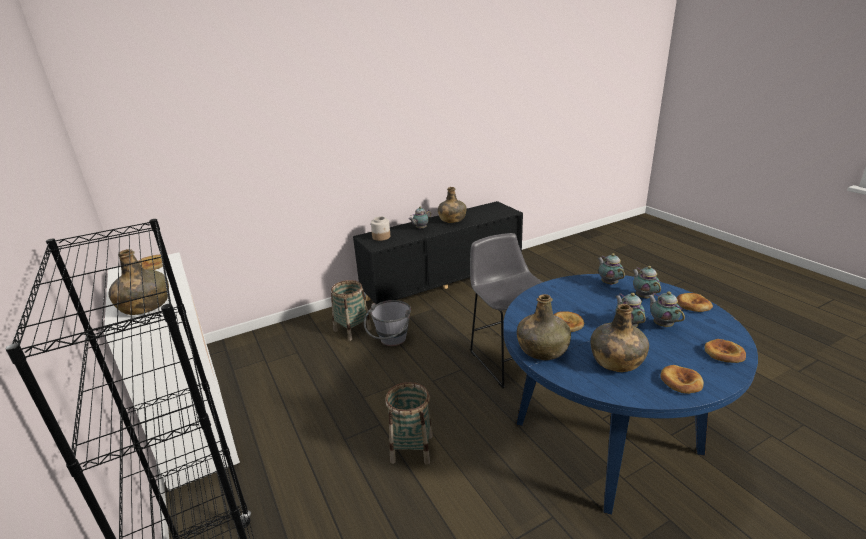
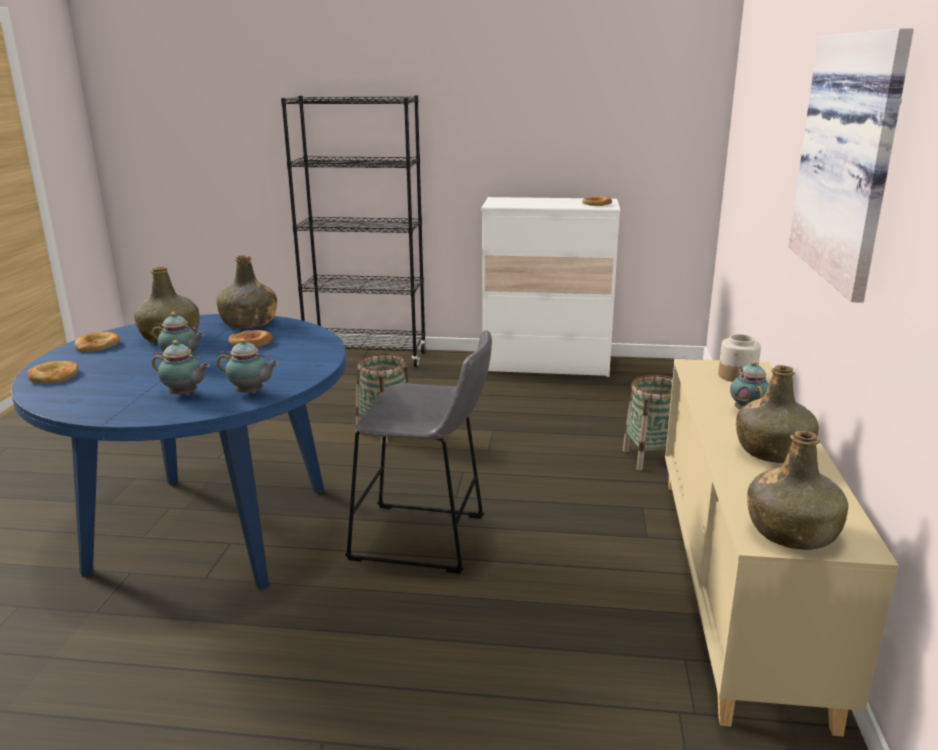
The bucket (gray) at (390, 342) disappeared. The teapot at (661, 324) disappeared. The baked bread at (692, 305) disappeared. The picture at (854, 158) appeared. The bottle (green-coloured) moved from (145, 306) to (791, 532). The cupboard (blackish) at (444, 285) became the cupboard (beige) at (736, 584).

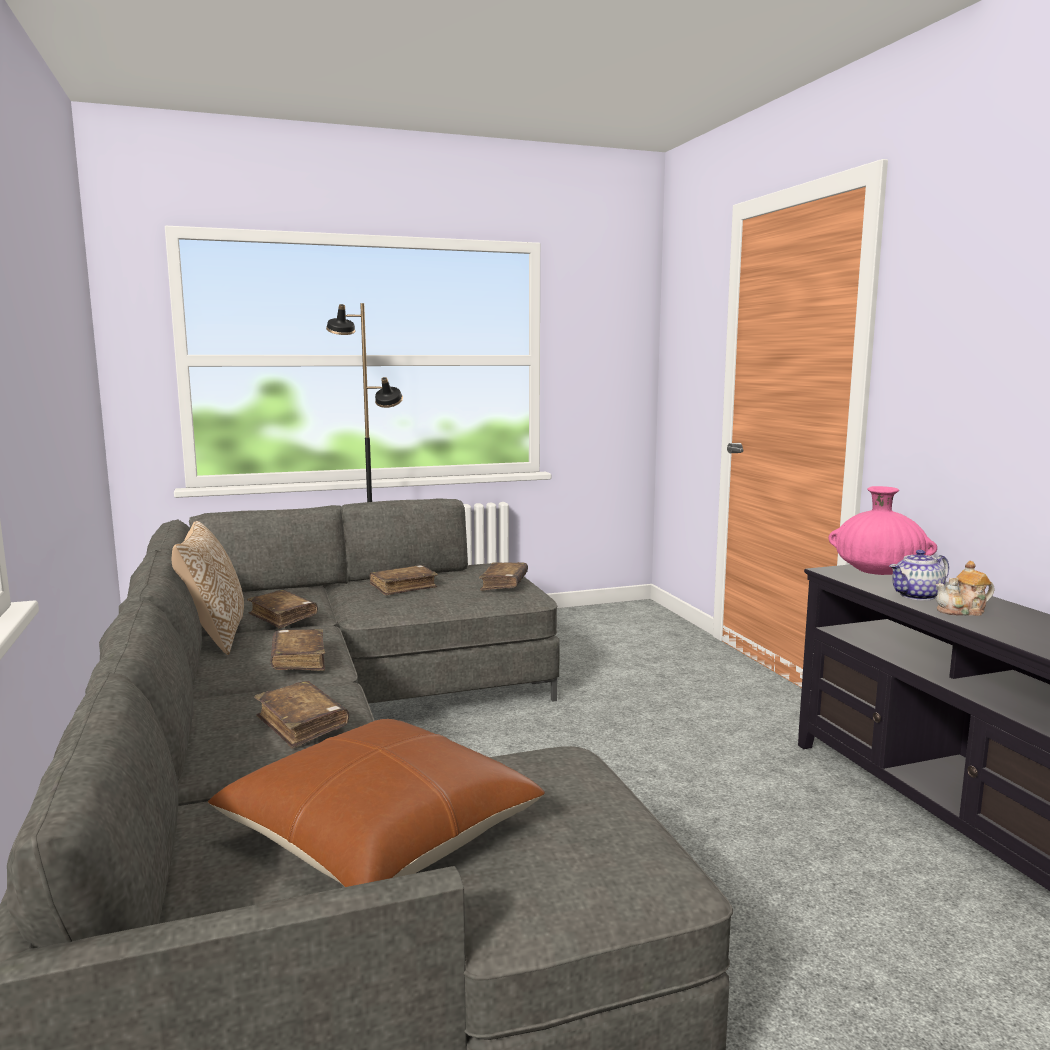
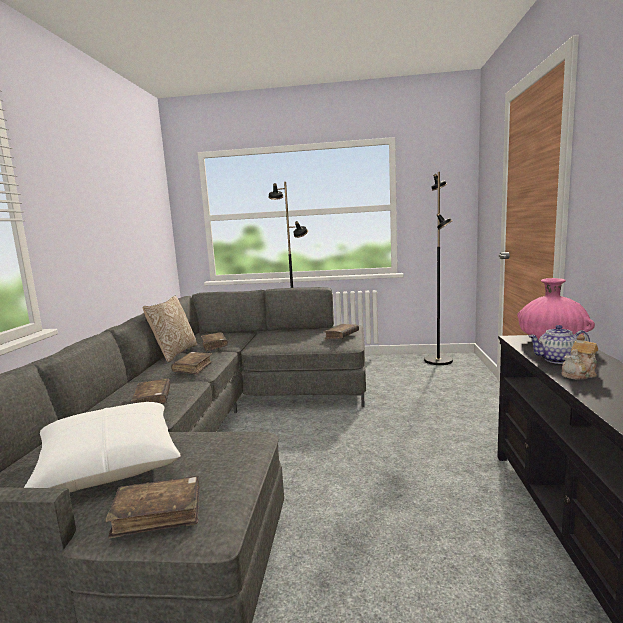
The standing lamp (blackish) at (439, 360) appeared. The volume (brown-coloured) moved from (403, 587) to (158, 514). The cushion (brown-coloured) at (380, 836) became the cushion (whitish) at (108, 464). The teapot at (963, 611) turned 45 degrees counterclockwise.

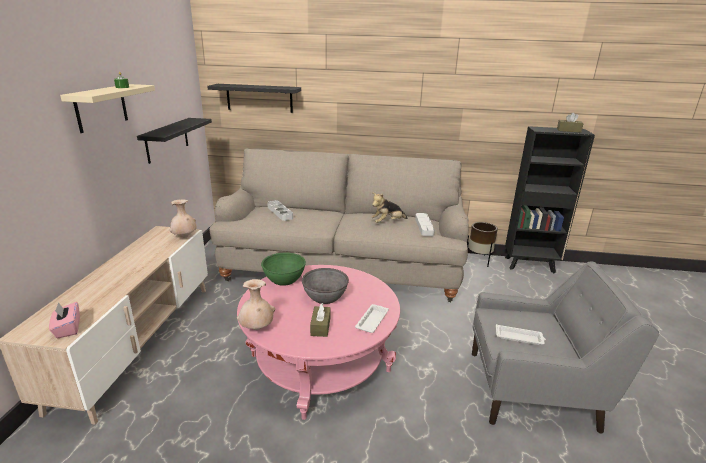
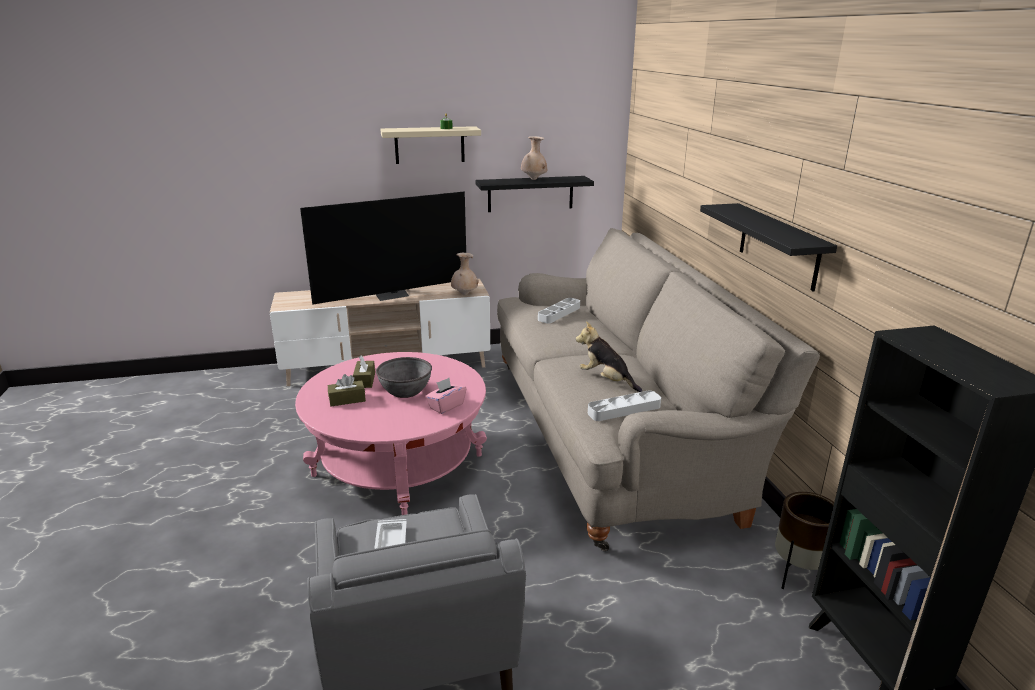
The serving bowl (green-coloured) at (284, 279) disappeared. The tray (whitish) at (372, 320) disappeared. The TV set at (391, 295) appeared. The tissue box (pinkish) moved from (68, 329) to (446, 406). The bracket shelf (blackish) moved from (259, 98) to (778, 246). The vase (beige) moved from (257, 328) to (534, 179). The tissue box (brown-coloured) moved from (568, 130) to (364, 380).

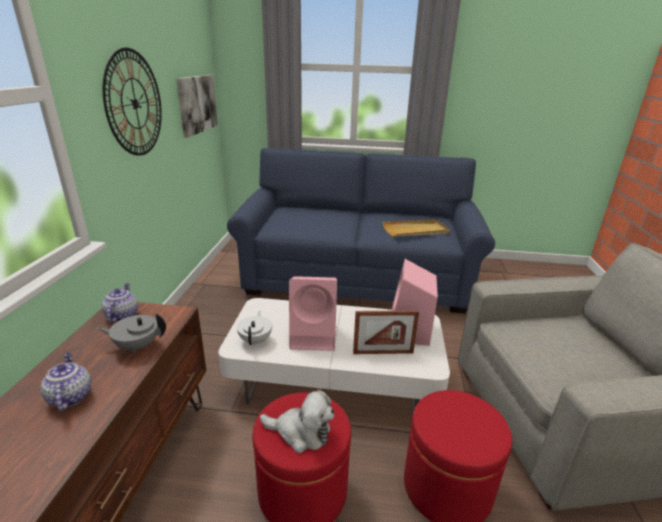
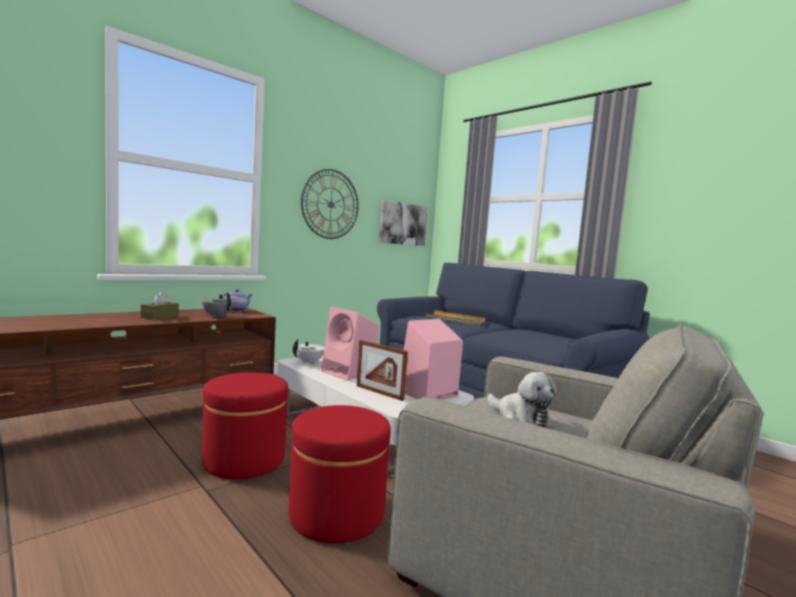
The soft toy moved from (301, 432) to (520, 418). The tray (beige) moved from (415, 231) to (455, 320). The teapot at (70, 396) was replaced by the tissue box (brown-coloured) at (160, 317).

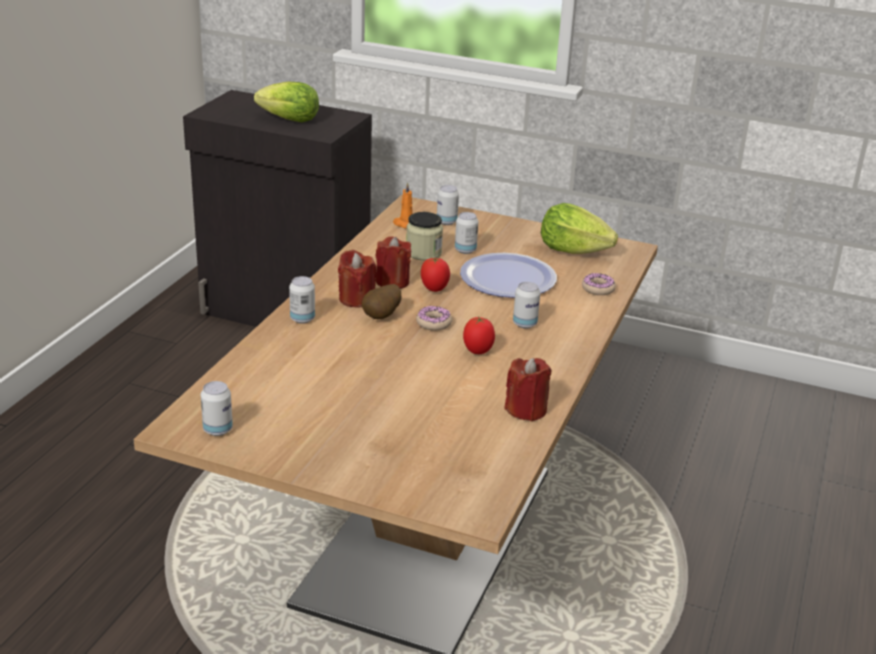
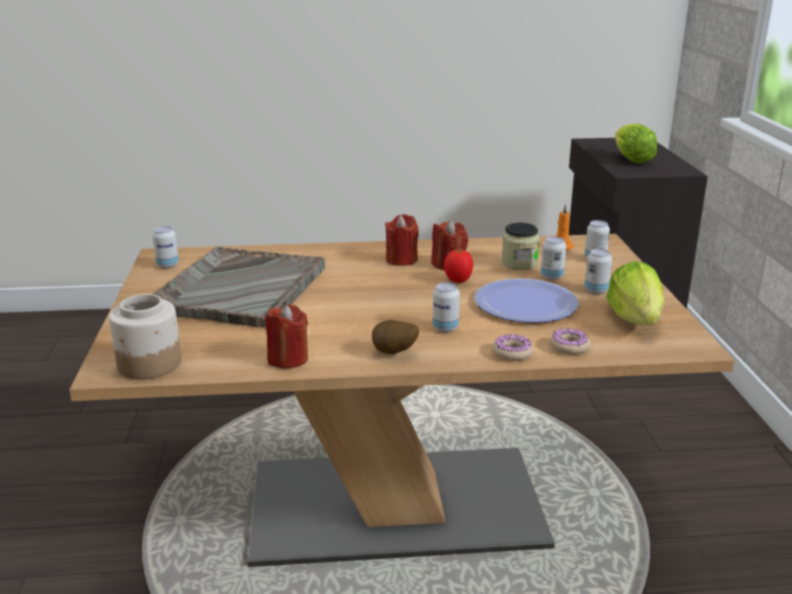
The fresh tomato at (478, 351) disappeared. The storage jar at (149, 364) appeared. The tray (gray) at (240, 289) appeared. The metal can moved from (302, 319) to (596, 290). The whole potato moved from (382, 316) to (394, 354). The ring doughnut moved from (433, 323) to (512, 353).

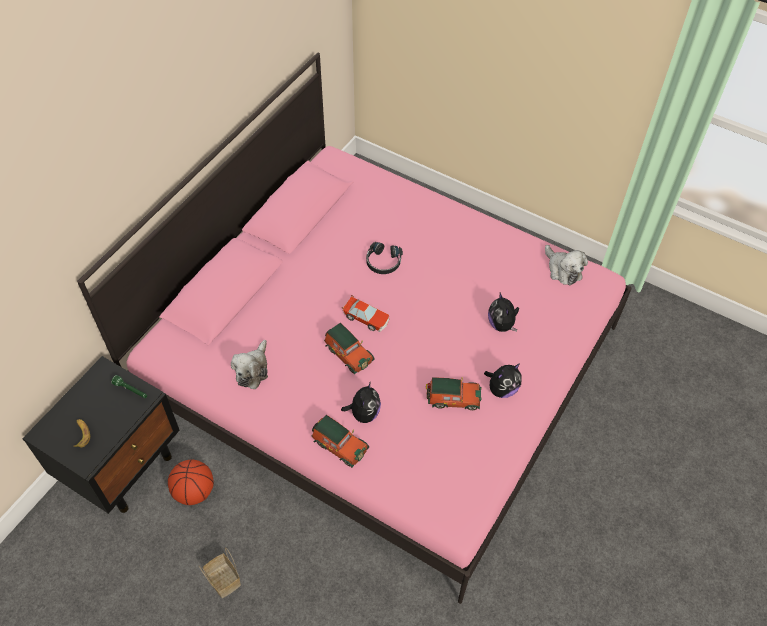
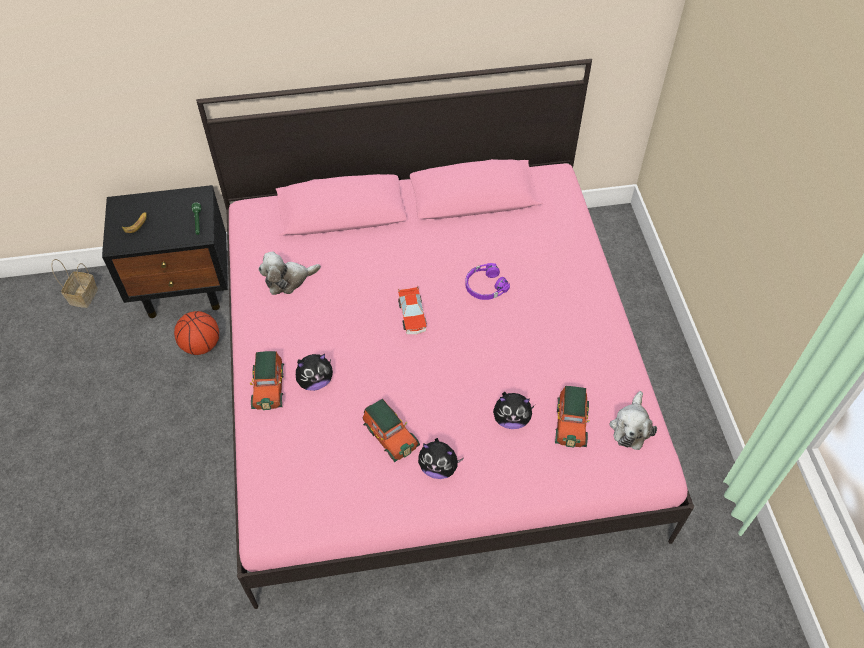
The storage basket moved from (223, 580) to (83, 295). The model car moved from (348, 353) to (571, 422). The headphones (blackish) at (383, 262) became the headphones (purple-coloured) at (484, 286). The soft toy at (502, 324) turned 120 degrees counterclockwise.

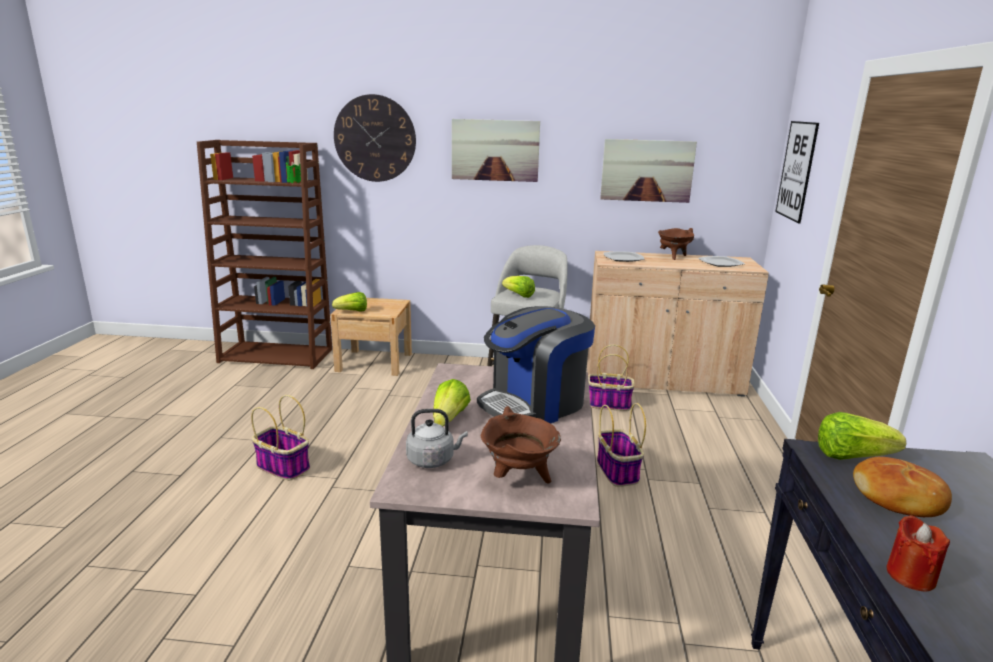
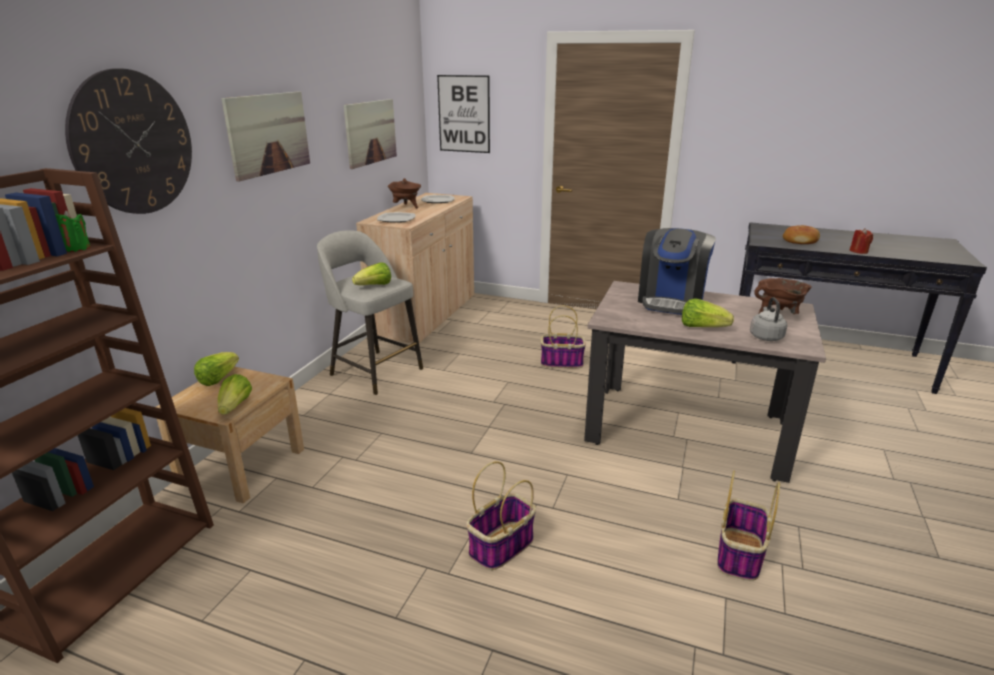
The storage basket moved from (607, 404) to (740, 555). The lettuce head moved from (851, 456) to (218, 379). The coffee maker at (534, 403) turned 45 degrees clockwise.

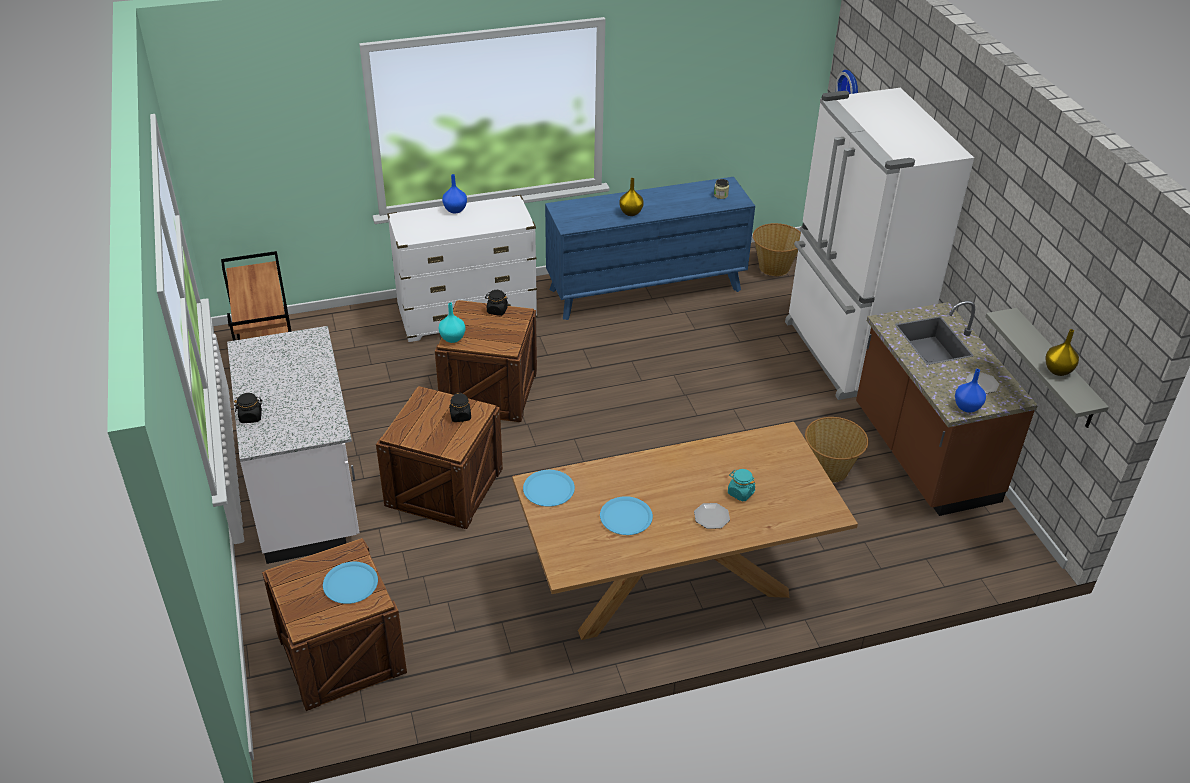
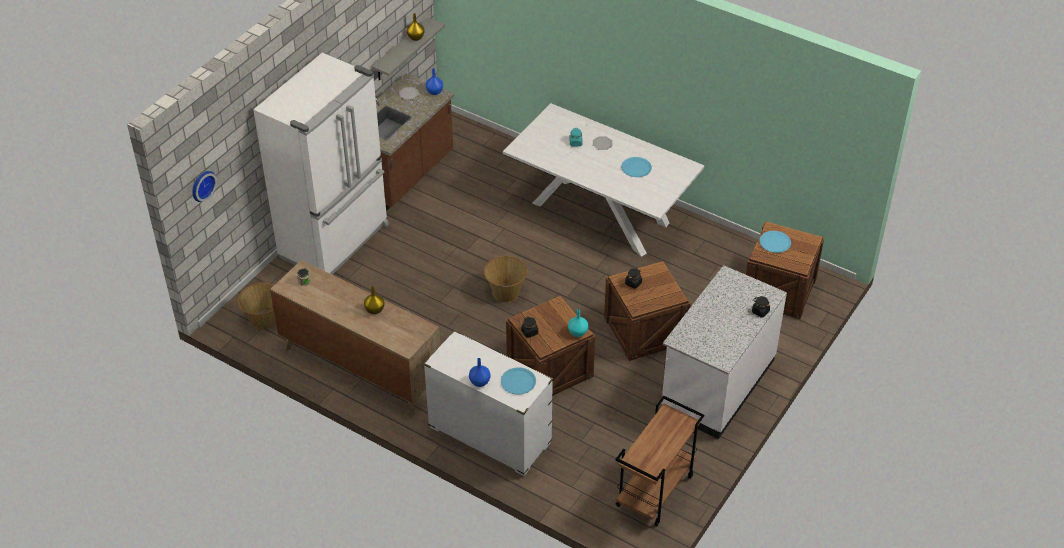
The plate (blue) moved from (548, 489) to (518, 381). The storage basket moved from (830, 469) to (506, 292). The dining table (brown-coloured) at (674, 583) became the dining table (whitish) at (600, 213). The drawer chest (blue) at (646, 289) became the drawer chest (brown-coloured) at (360, 367).

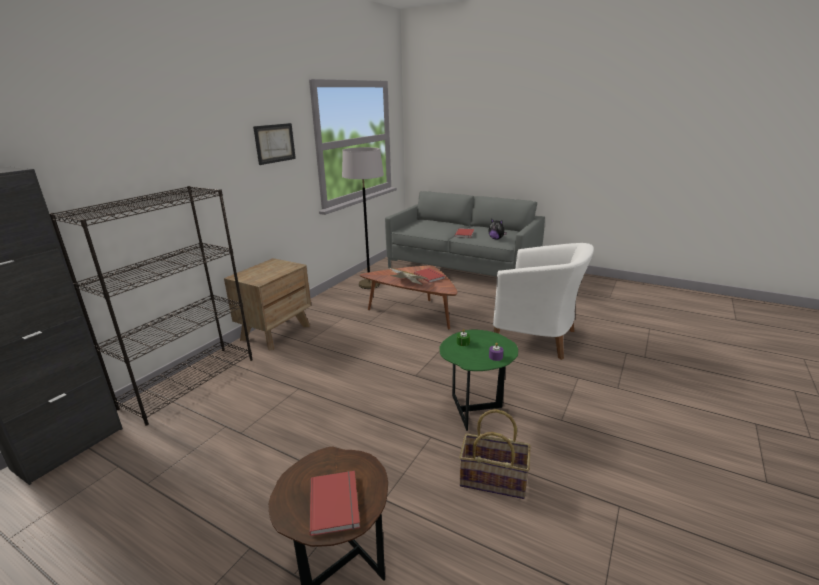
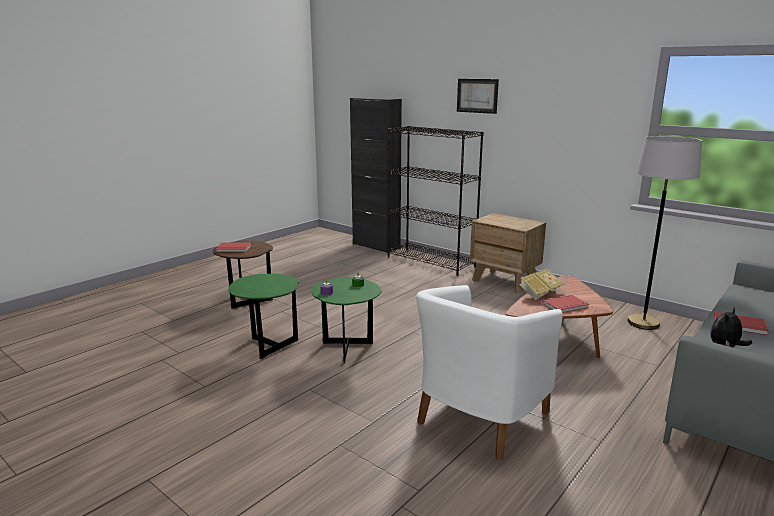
The picture moved from (275, 143) to (477, 95). The storage basket at (493, 479) was replaced by the end table (green-coloured) at (268, 345).

